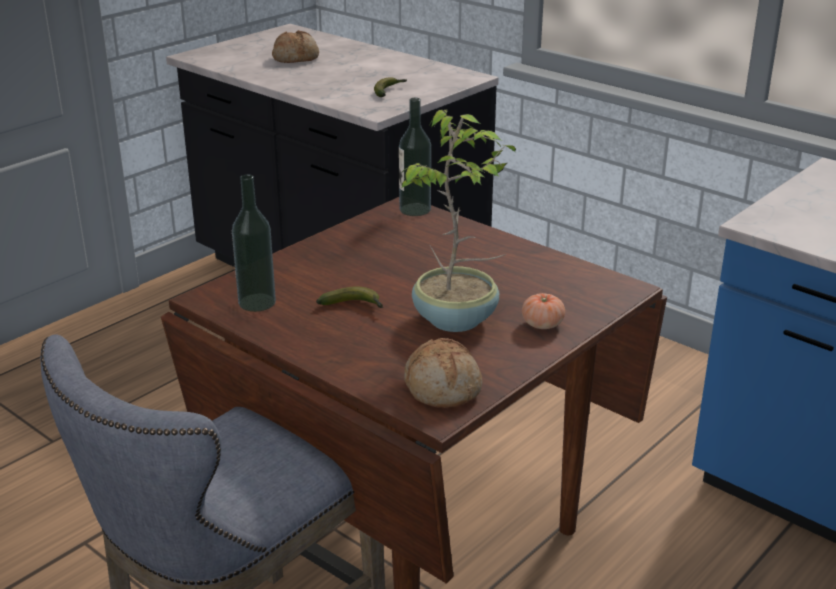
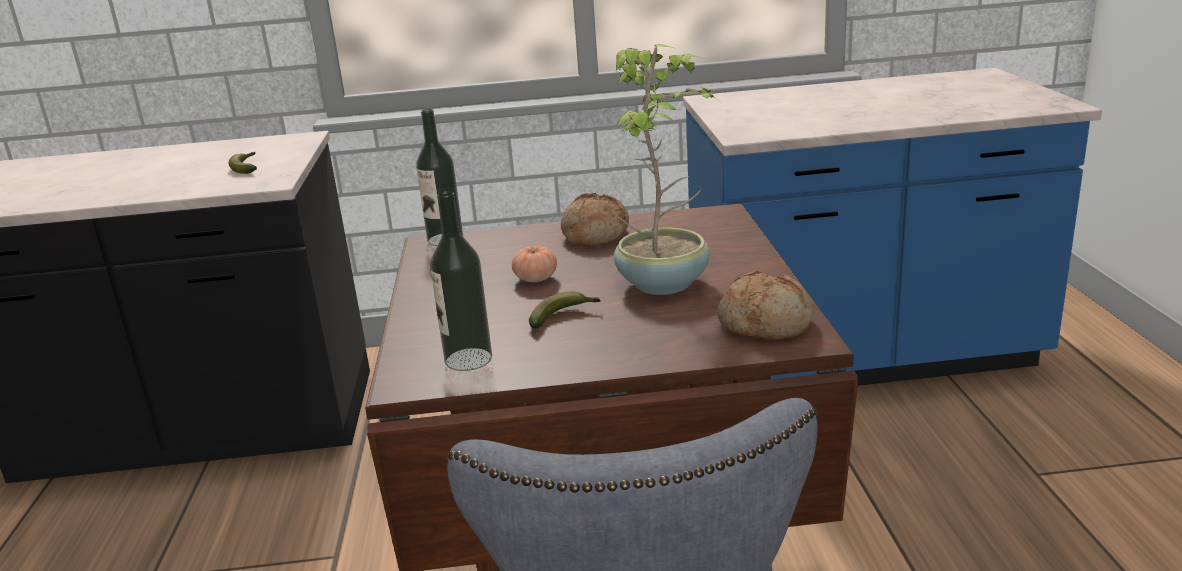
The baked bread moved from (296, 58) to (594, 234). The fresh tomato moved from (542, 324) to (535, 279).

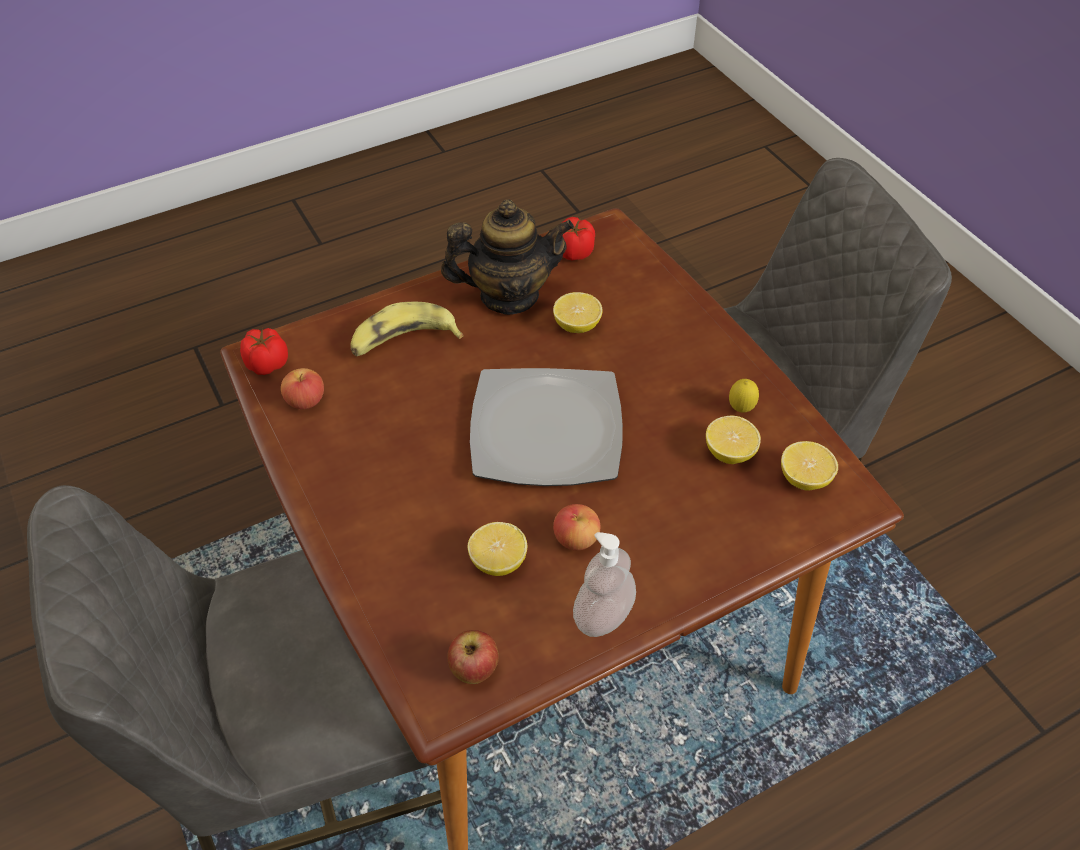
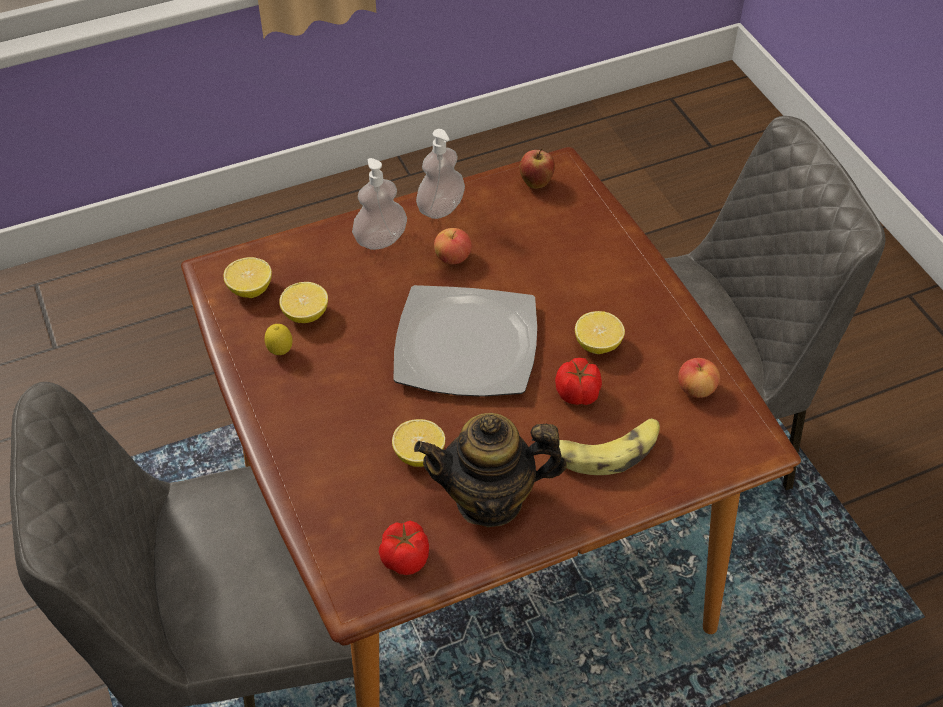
The soap dispenser at (380, 239) appeared. The fresh tomato moved from (266, 363) to (578, 394). The lemon moved from (498, 561) to (597, 344).

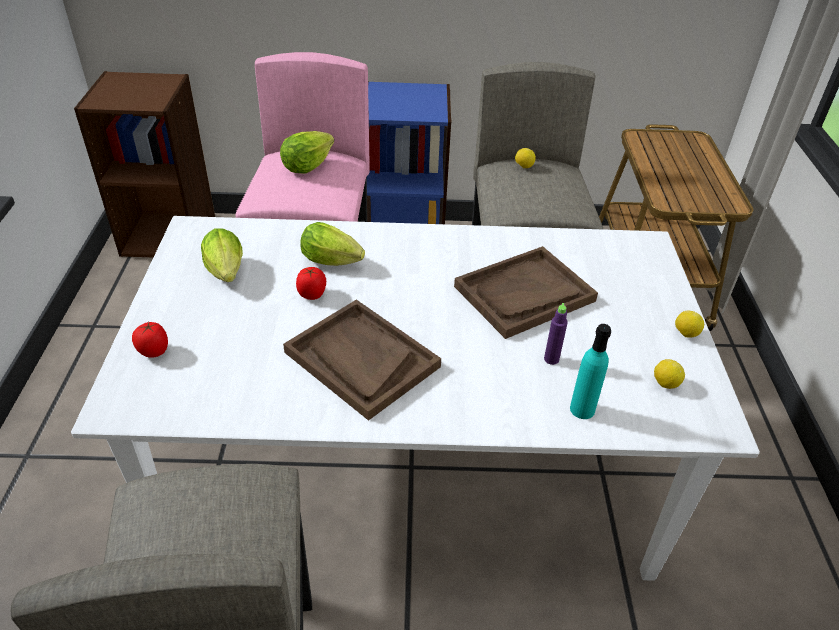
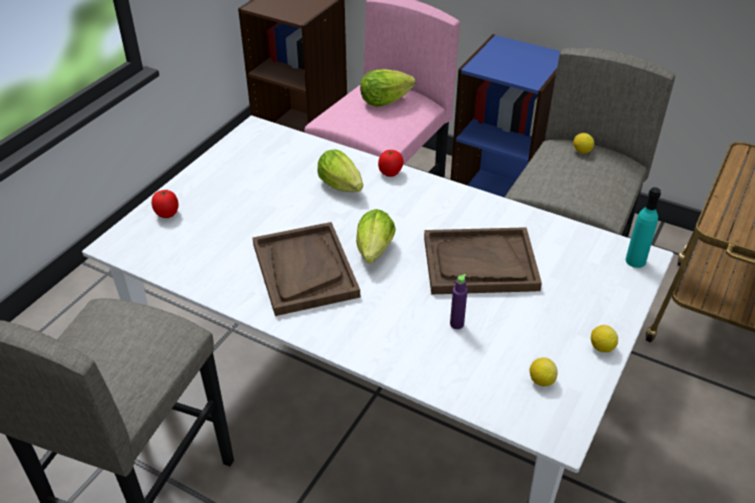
The lettuce head moved from (226, 274) to (374, 253). The fresh tomato moved from (312, 295) to (390, 173). The bottle (turquoise-coloured) moved from (582, 409) to (635, 261).

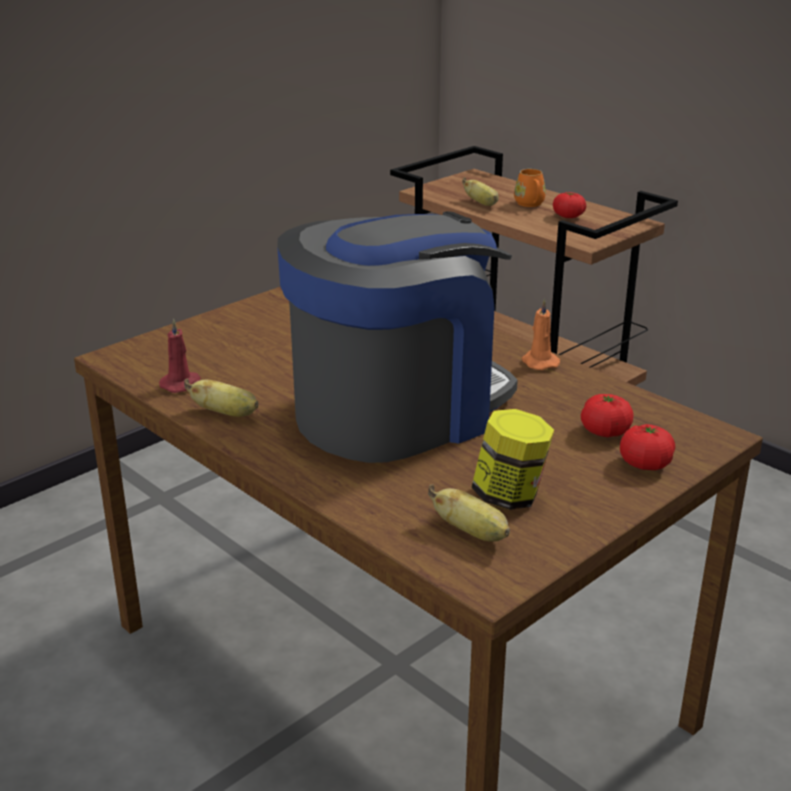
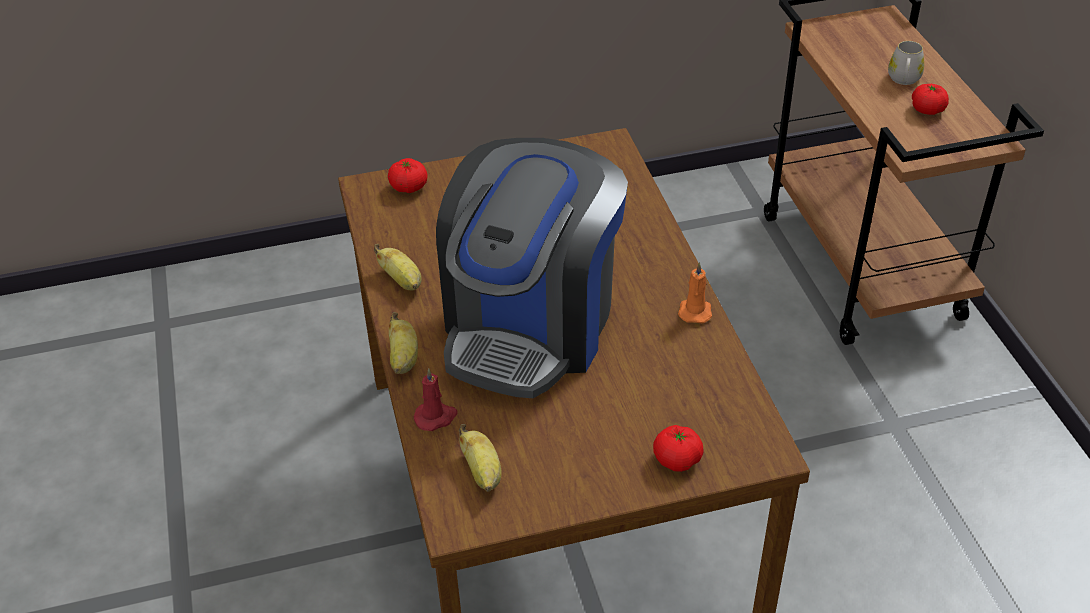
The storage jar at (510, 496) disappeared. The wax light (red) moved from (182, 384) to (436, 417). The banana fruit moved from (482, 204) to (403, 359). The fresh tomato moved from (605, 432) to (408, 187). The mug (orange) at (530, 204) became the mug (whitish) at (903, 80). The coffee maker at (397, 410) turned 120 degrees clockwise.

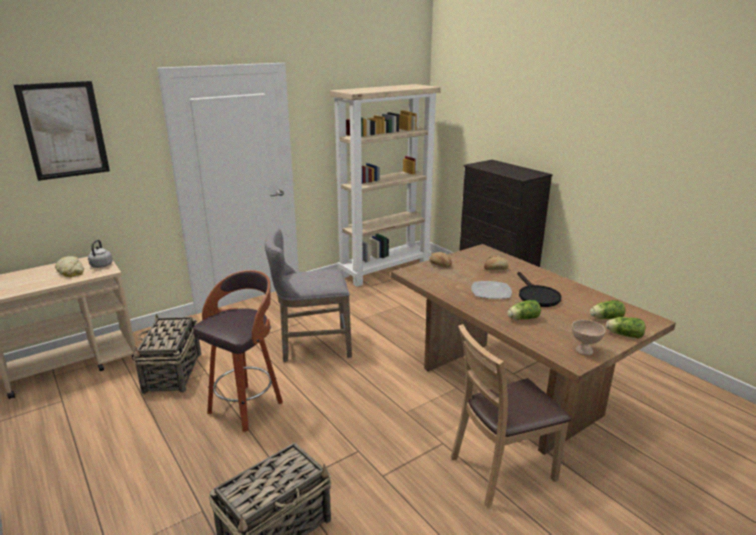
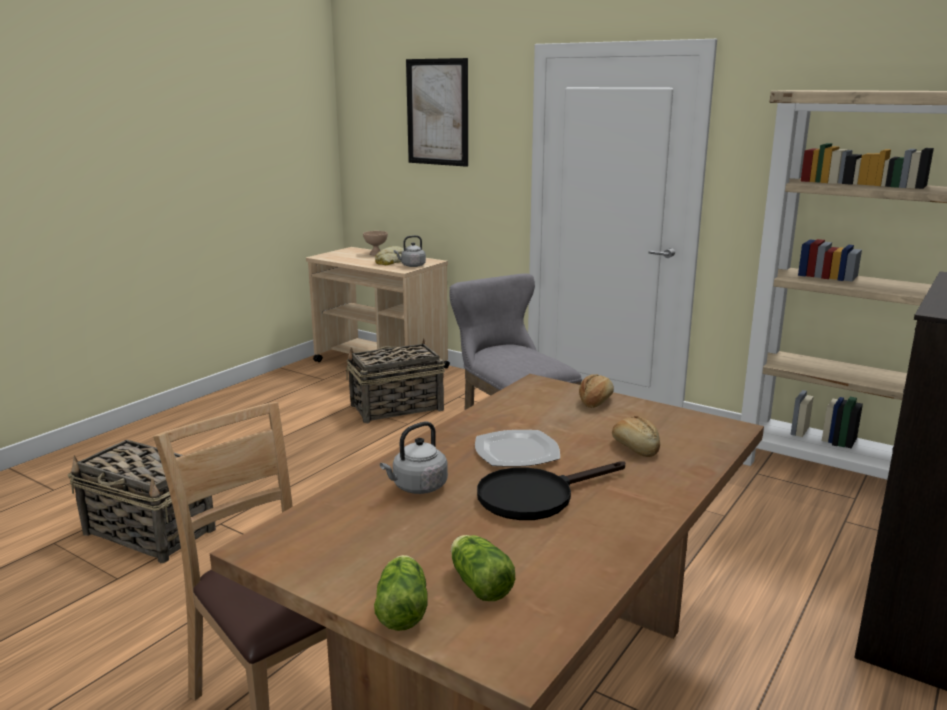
The sitting stool at (247, 406) disappeared. The serving bowl (beige) moved from (584, 350) to (376, 254). The lettuce head at (522, 318) was replaced by the tea kettle (gray) at (417, 487).

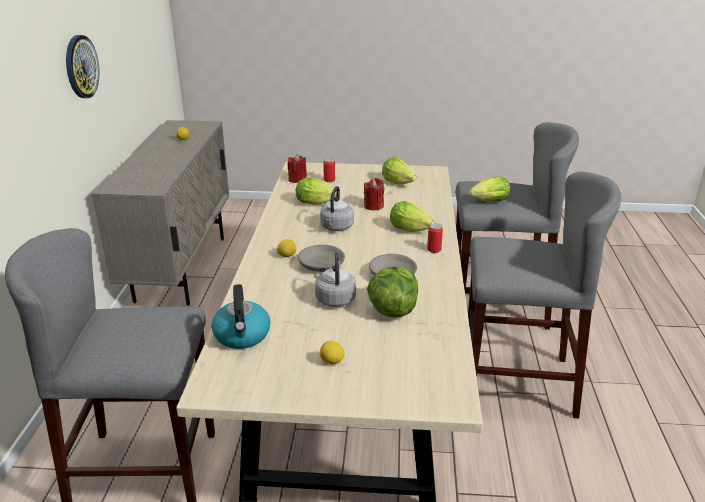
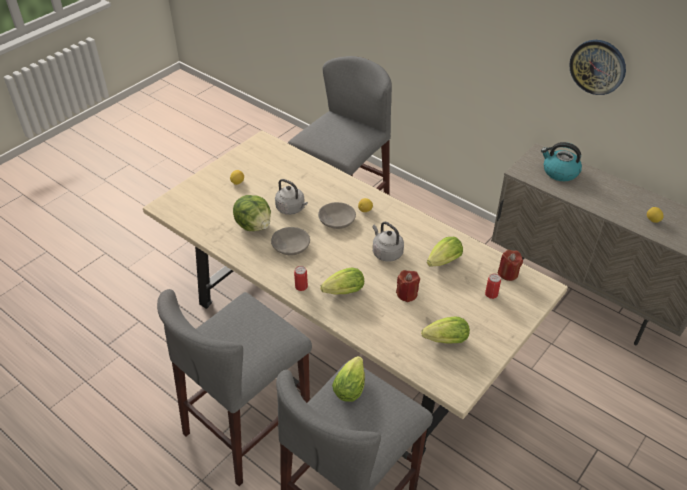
The tea kettle moved from (242, 336) to (559, 172).

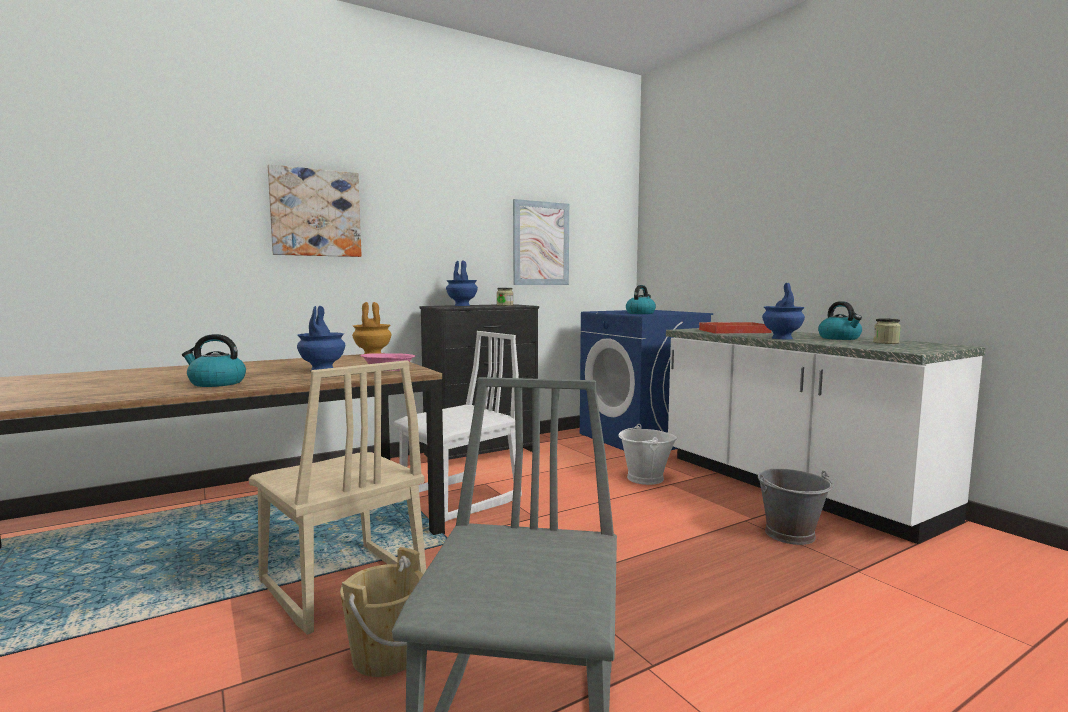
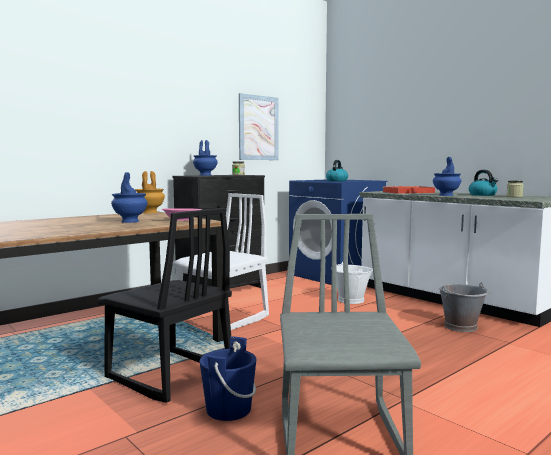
The tea kettle at (216, 383) disappeared. The picture at (315, 213) disappeared. The chair (beige) at (340, 586) became the chair (blackish) at (169, 376). The bucket (beige) at (385, 655) became the bucket (blue) at (228, 409).

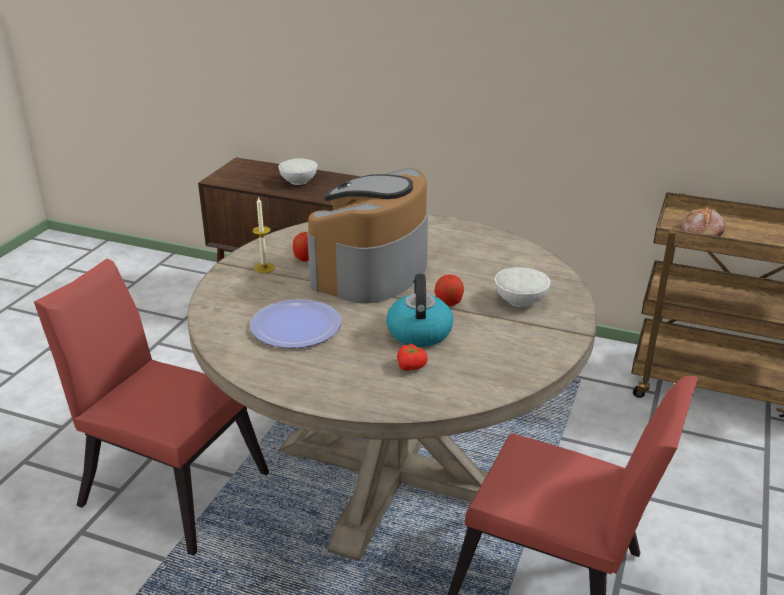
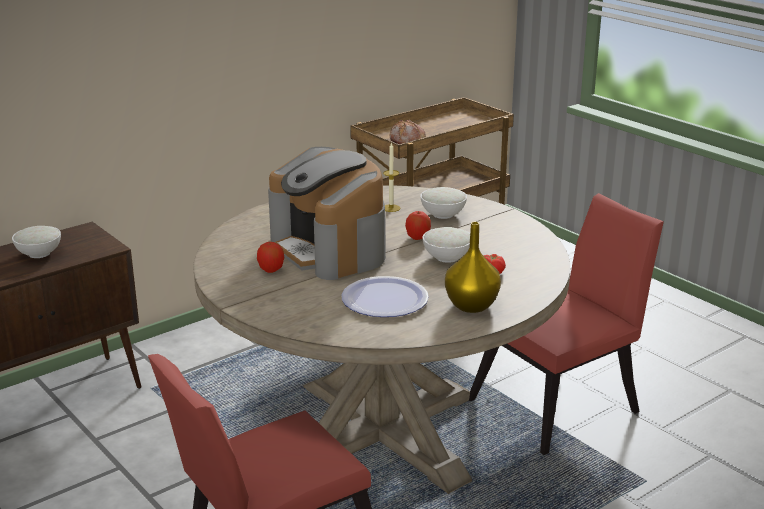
The vase (yellow) at (470, 305) appeared. The wax light moved from (264, 268) to (391, 208). The tea kettle at (419, 332) was replaced by the serving bowl (whitish) at (447, 257).

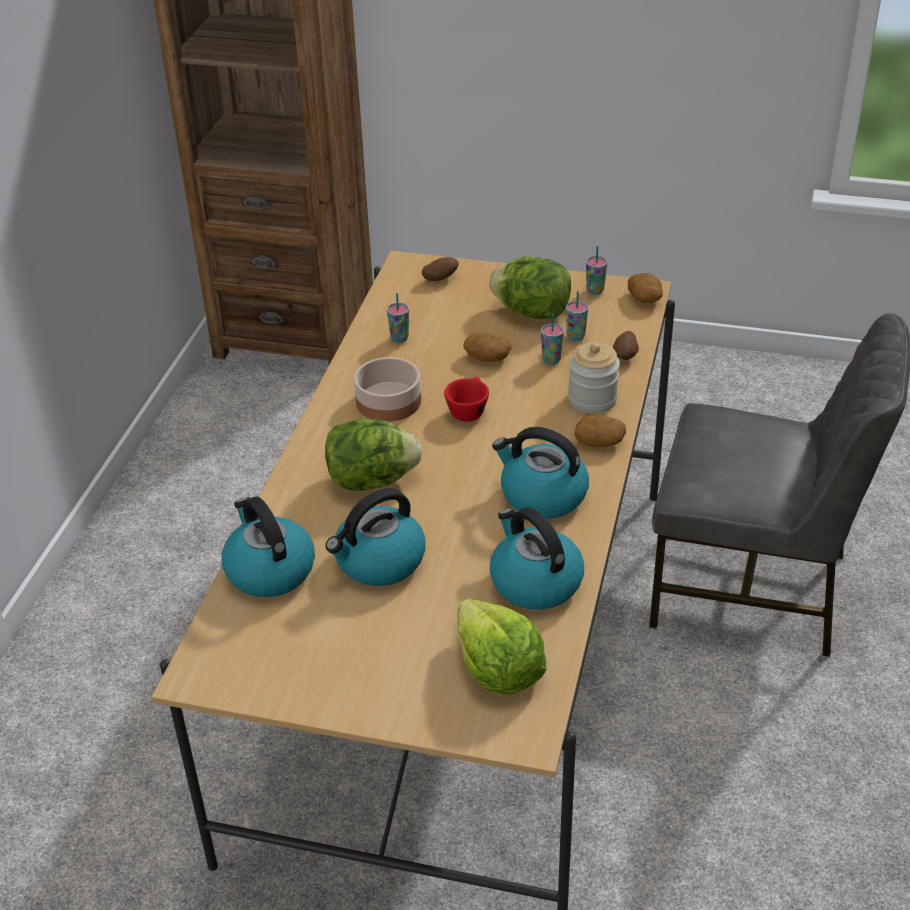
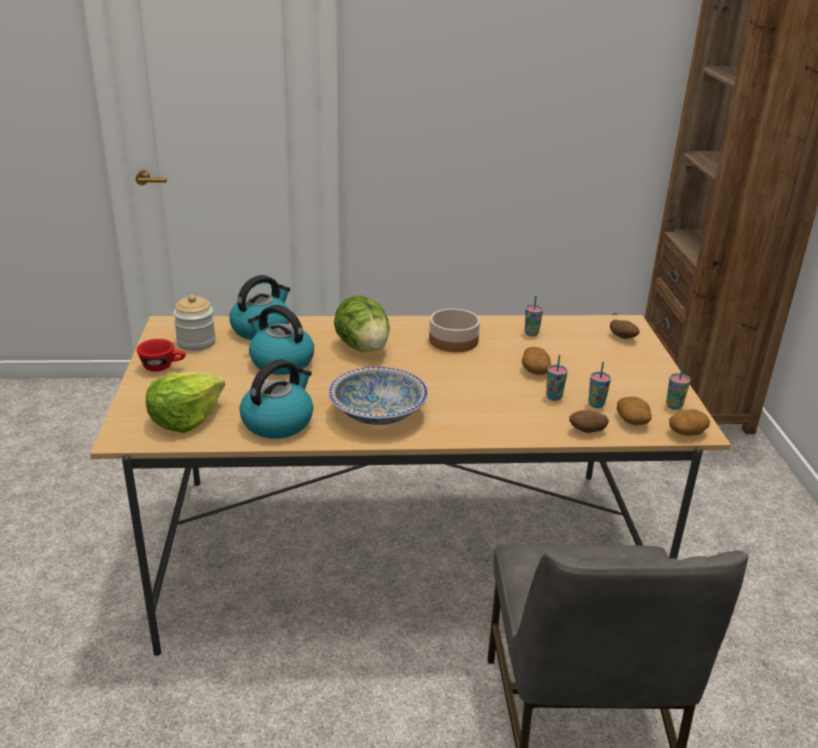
The lettuce head at (532, 312) disappeared. The small cup (red) moved from (468, 409) to (163, 366). The storage jar moved from (592, 399) to (196, 342). The whole potato moved from (599, 442) to (633, 421). The tea kettle at (542, 496) was replaced by the serving bowl at (377, 413).

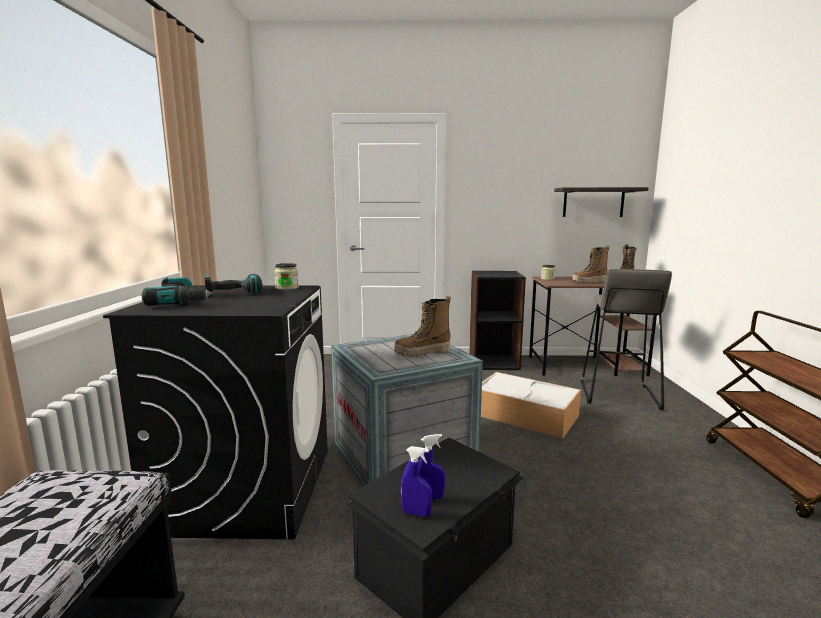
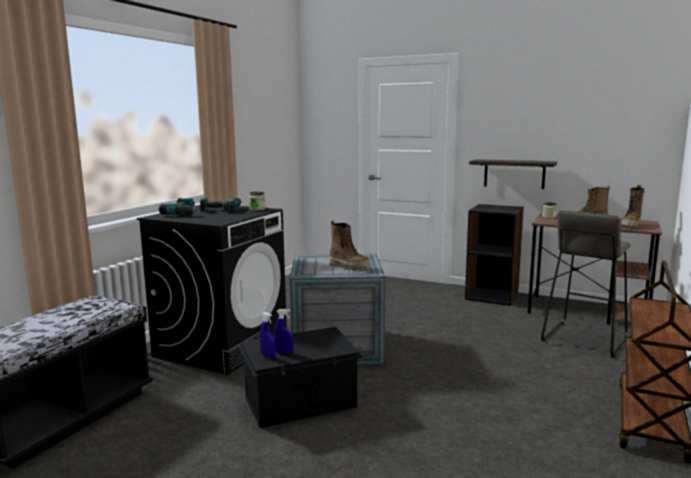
The storage box at (526, 415) disappeared. The bracket shelf moved from (593, 202) to (514, 174). The boot at (422, 353) turned 150 degrees counterclockwise.

